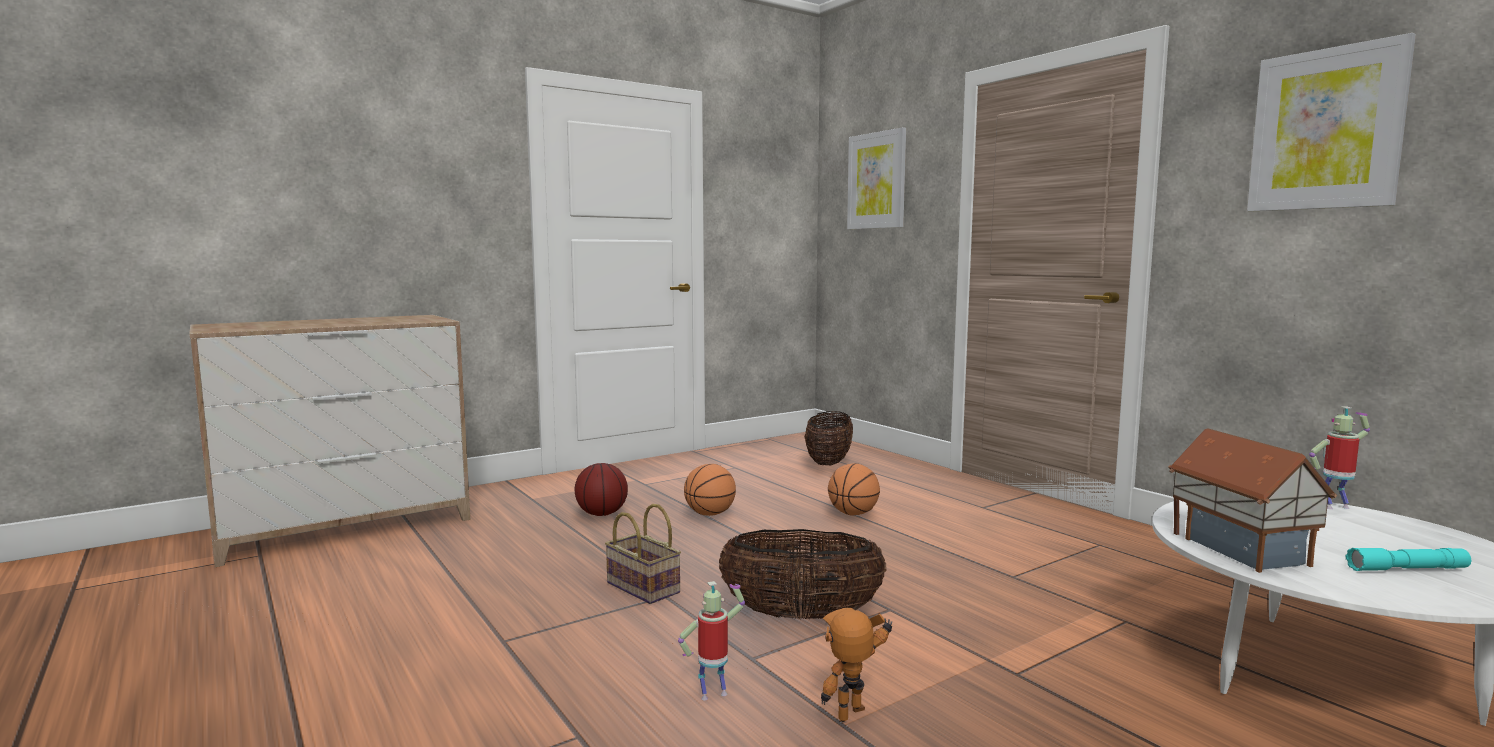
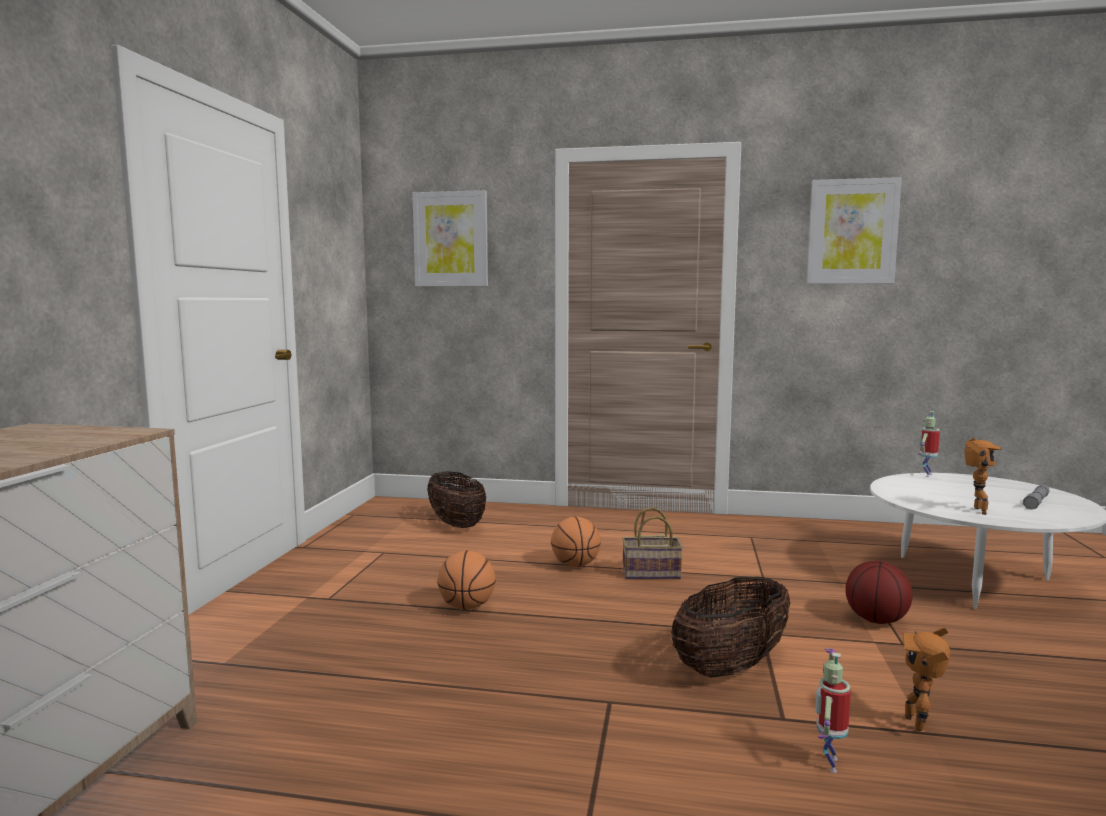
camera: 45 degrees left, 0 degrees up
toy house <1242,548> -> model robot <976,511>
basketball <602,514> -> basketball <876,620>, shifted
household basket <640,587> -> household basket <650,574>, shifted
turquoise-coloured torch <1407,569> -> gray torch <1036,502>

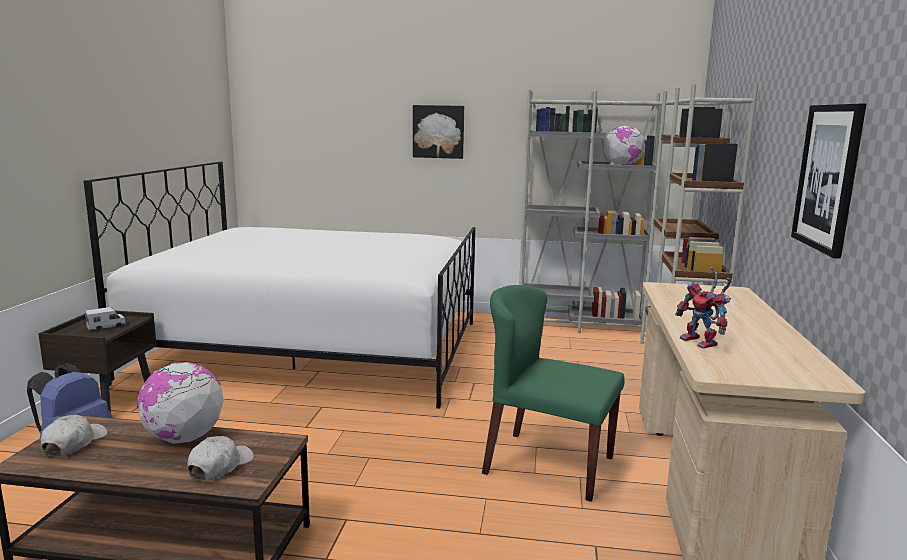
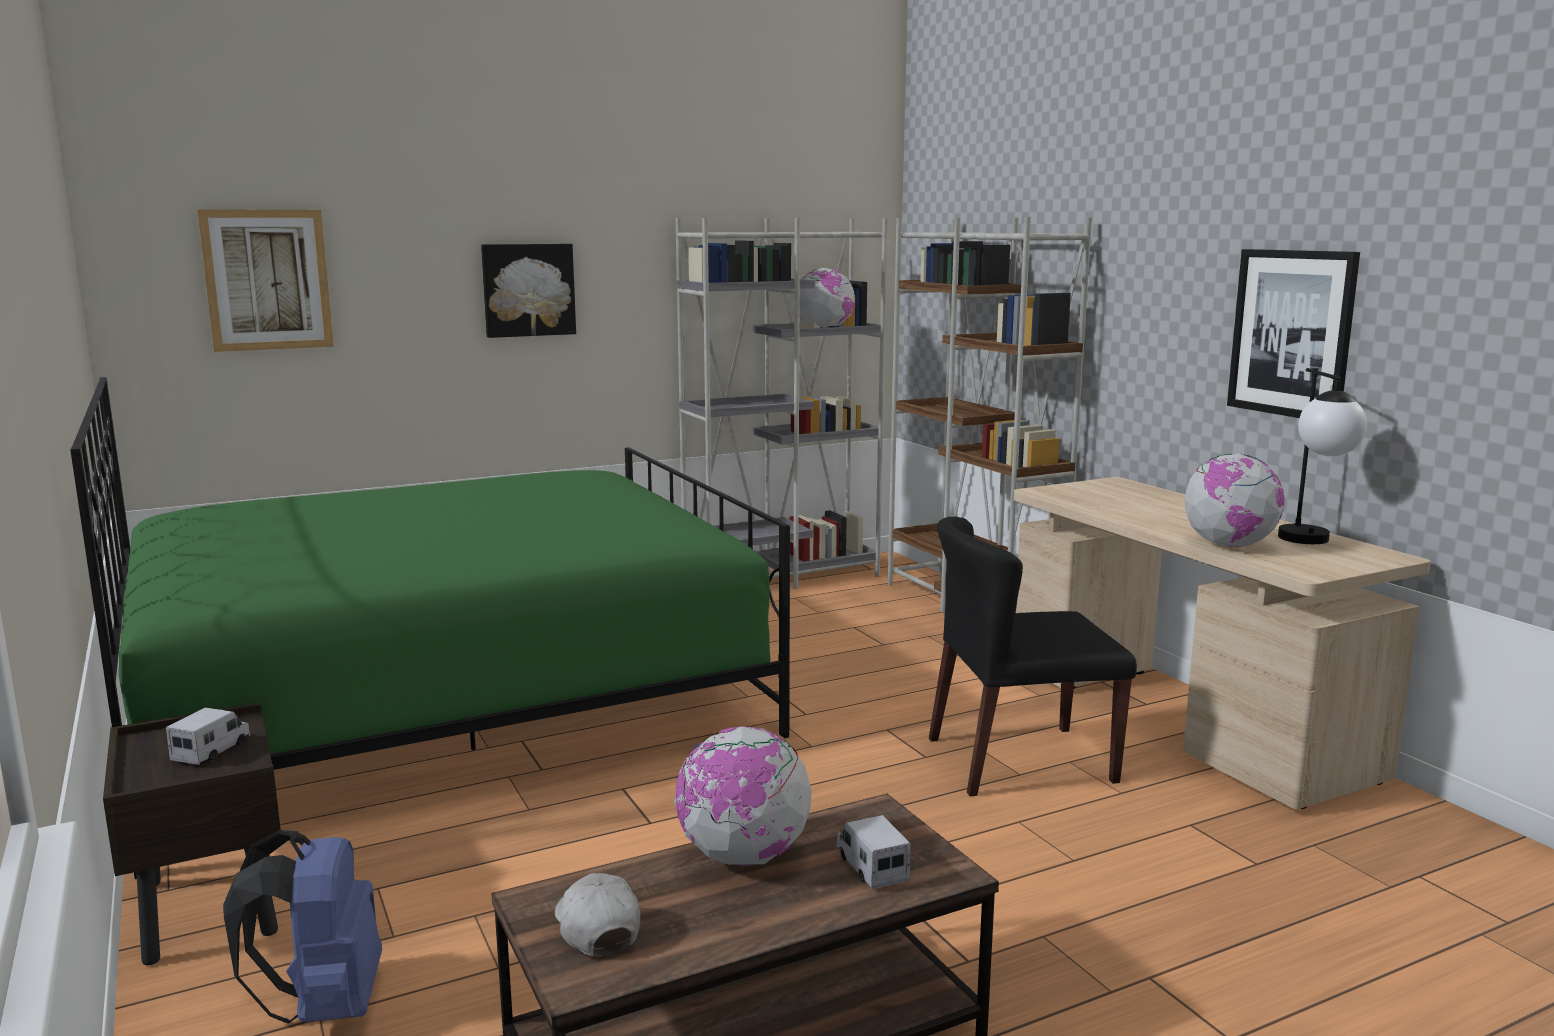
camera: 35 degrees left, 0 degrees up
whitish bedroom bed <313,348> -> green bedroom bed <446,709>
model robot <703,343> -> globe <1229,545>
green plain chair <547,464> -> blackish plain chair <1019,760>
whitish cap <220,466> -> model truck <871,867>
none -> picture <267,280>
none -> table lamp <1312,543>

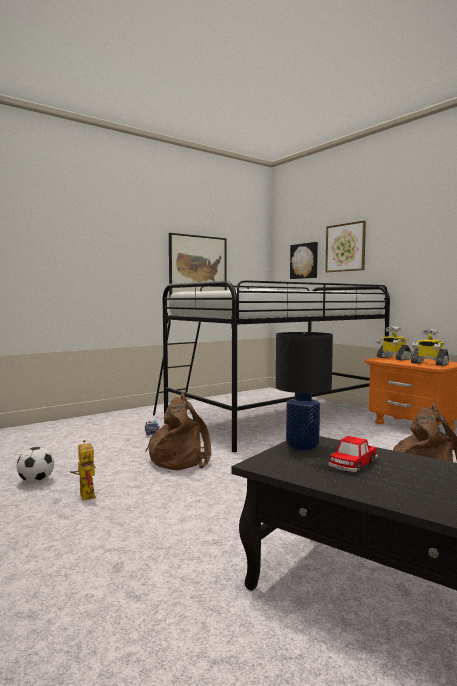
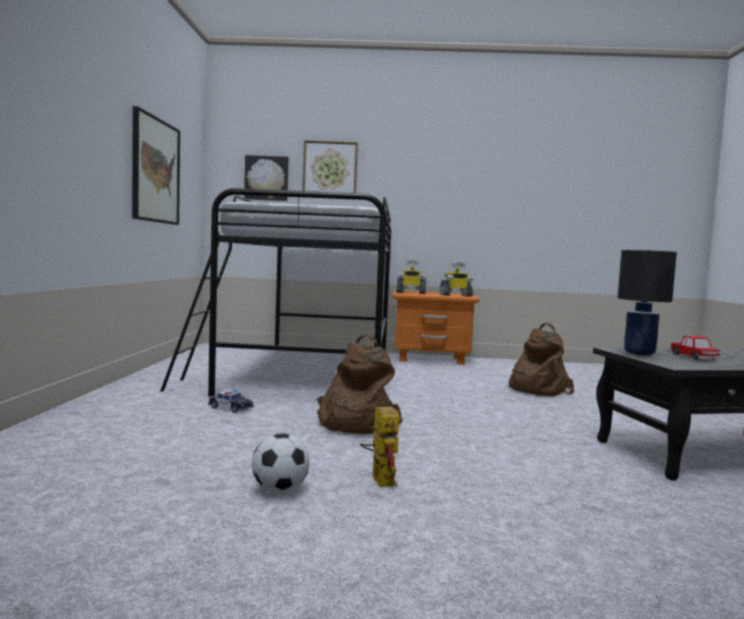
camera: 50 degrees left, 0 degrees up
model robot <84,494> -> model robot <379,479>, 60 degrees clockwise

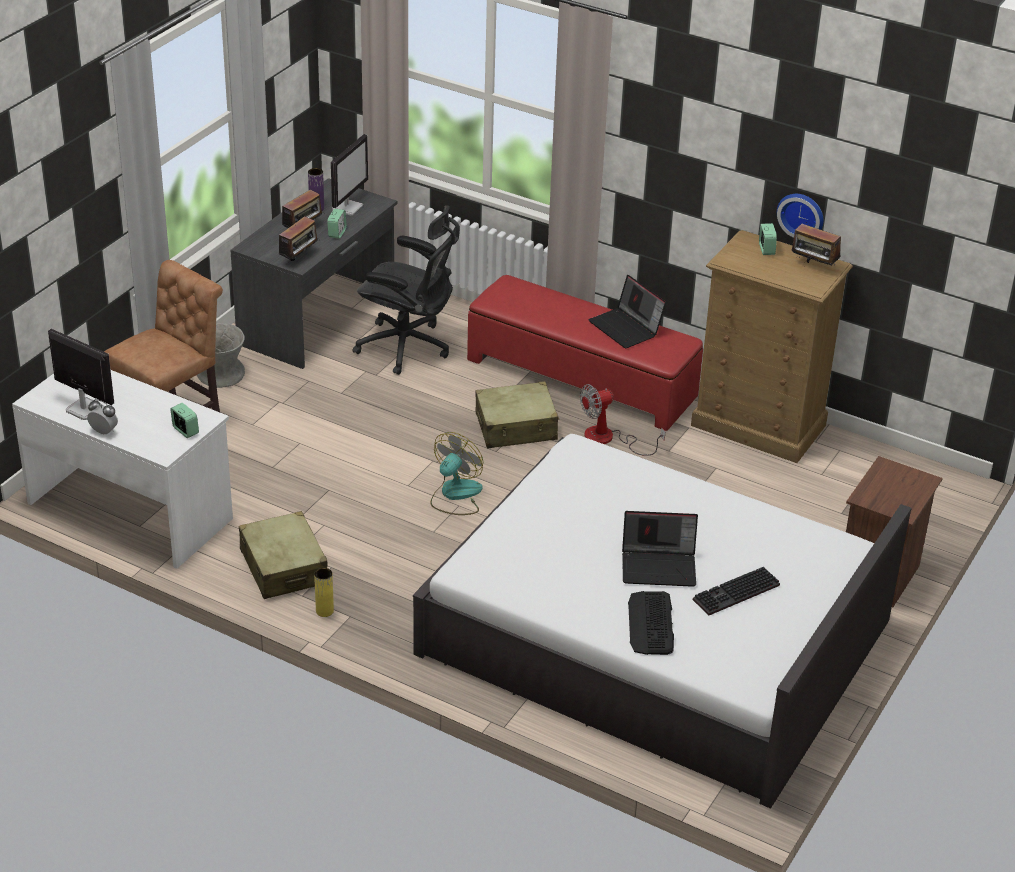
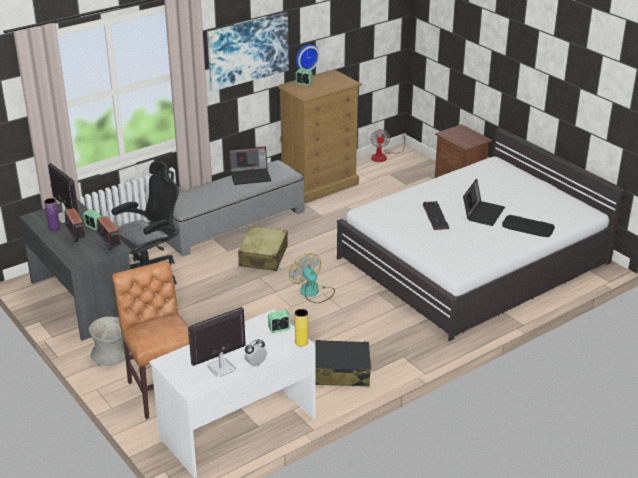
camera: 65 degrees left, 5 degrees down
radio <813,267> -> none
reddish indoor bench <582,377> -> gray indoor bench <234,223>
cooling fan <609,439> -> cooling fan <383,156>, shifted
sand-coloured travel case <283,567> -> blackish travel case <341,372>
keyboard <736,594> -> keyboard <436,217>, shifted
yellowish vase <324,611> -> yellowish vase <301,342>, shifted
none -> picture <248,50>

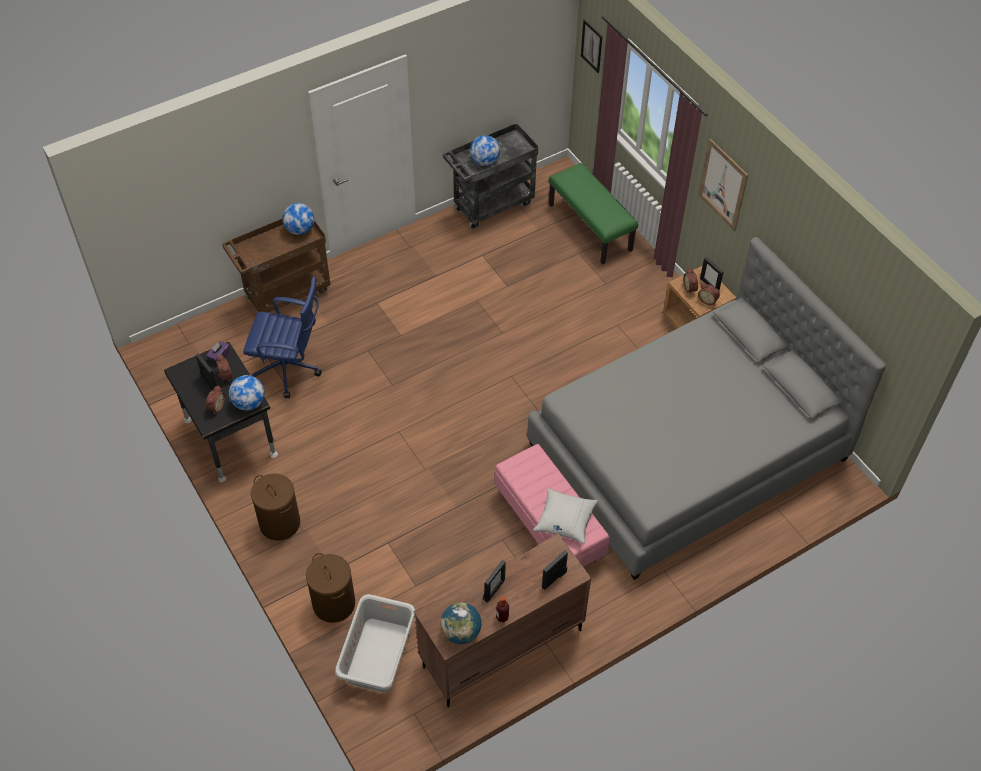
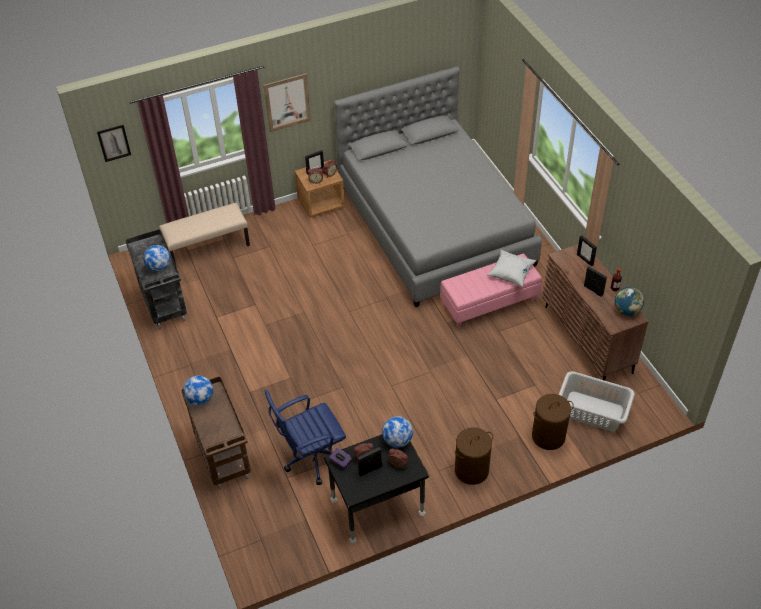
camera: 80 degrees left, 5 degrees down
green indoor bench <590,228> -> sand-coloured indoor bench <208,247>
bluish office chair <289,370> -> bluish office chair <311,459>, 135 degrees counterclockwise

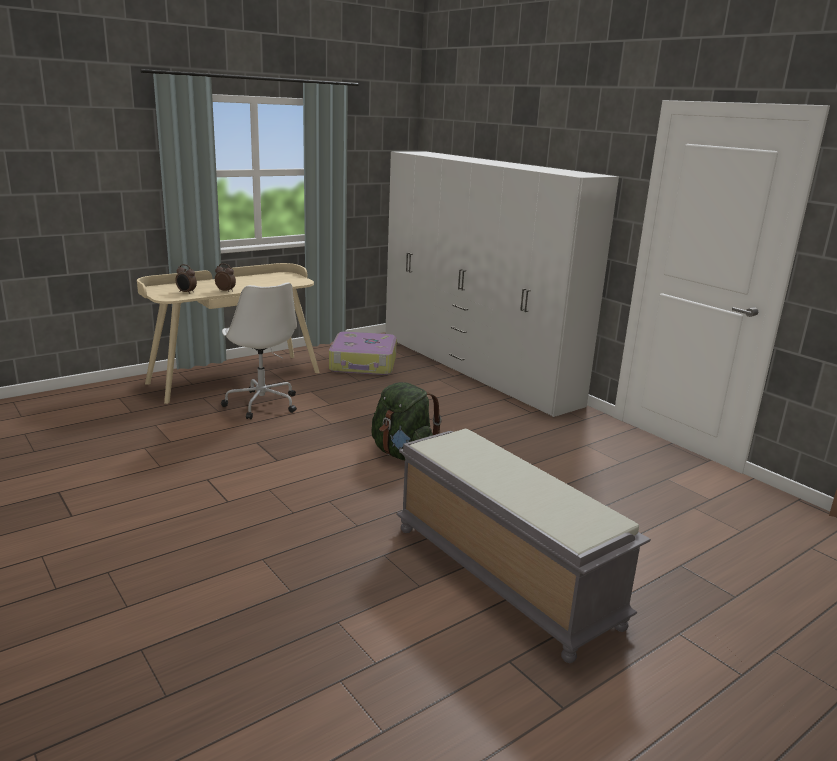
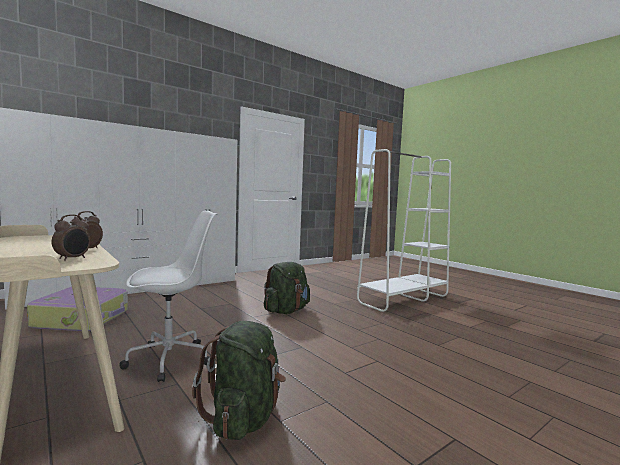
camera: 90 degrees left, 15 degrees down
gray indoor bench <501,574> -> whitish garment stand <403,300>
none -> green knapsack <244,418>

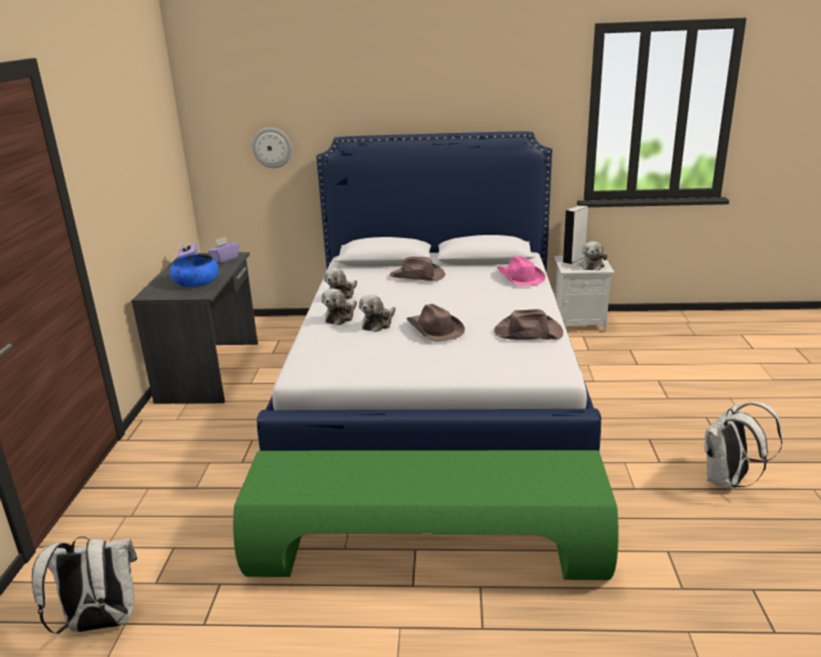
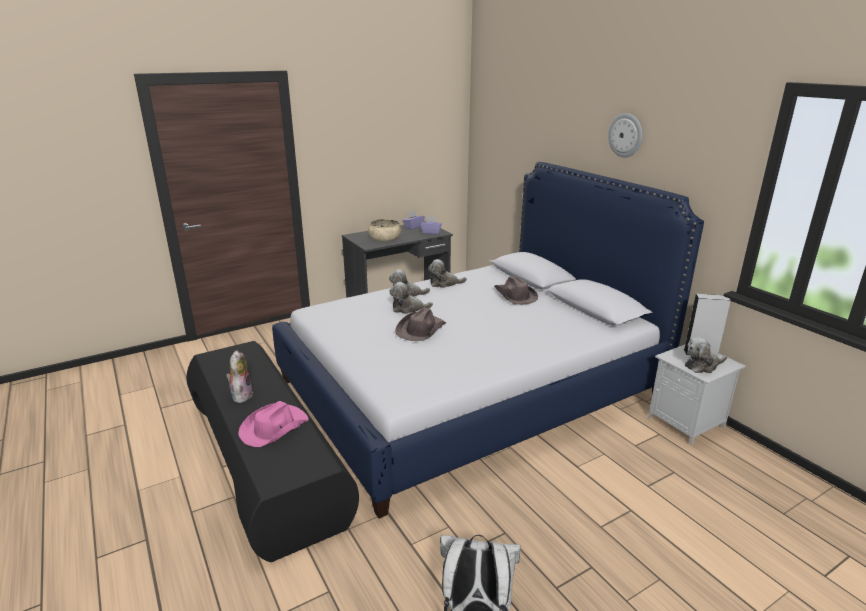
camera: 55 degrees right, 0 degrees up
wall clock <272,147> -> wall clock <626,135>, shifted
bluish deep dish <196,282> -> sand-coloured deep dish <385,238>
pink hat <520,277> -> pink hat <273,428>, shifted
brownish hat <527,332> -> none
green indoor bench <426,546> -> blackish indoor bench <265,457>
whitish knapsack <100,624> -> none
none -> cuddly toy <241,395>

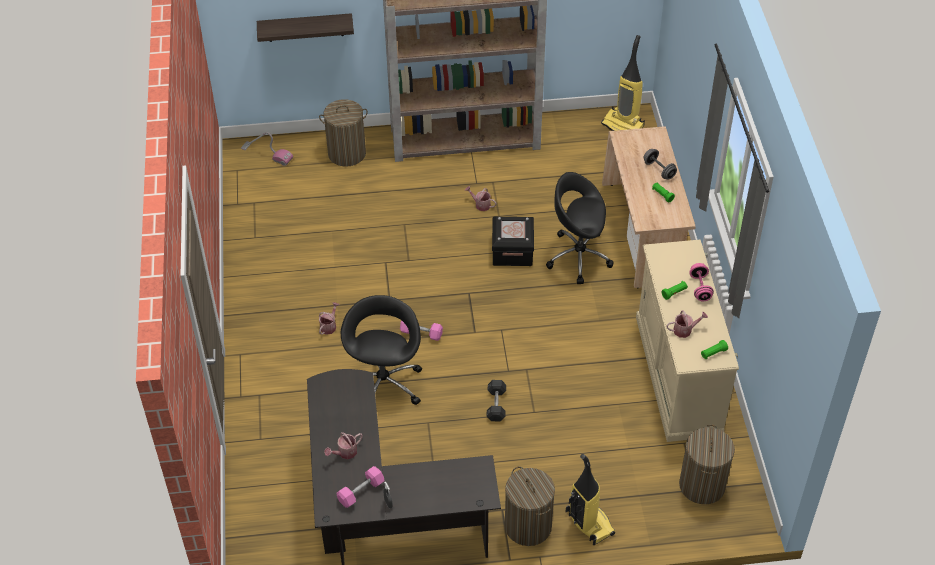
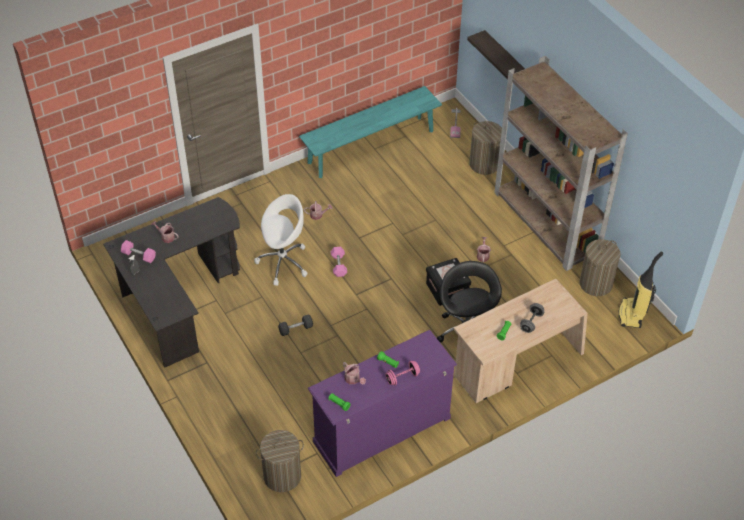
camera: 65 degrees right, 0 degrees up
sand-coloured cabinet <678,375> -> purple-coloured cabinet <381,430>
blackish office chair <385,383> -> whitish office chair <284,262>
vacuum <588,523> -> none
hamper <528,526> -> hamper <595,284>, shifted
none -> turquoise-coloured indoor bench <371,146>

